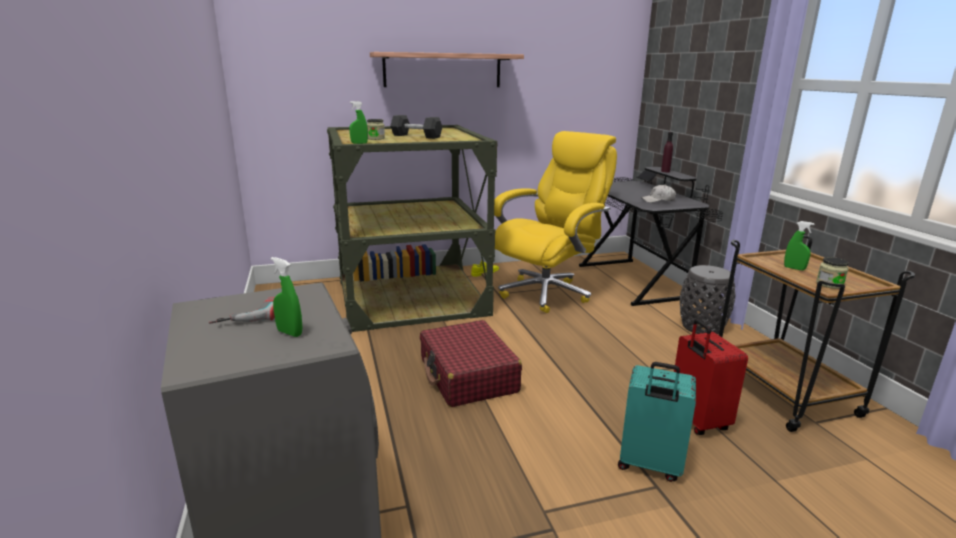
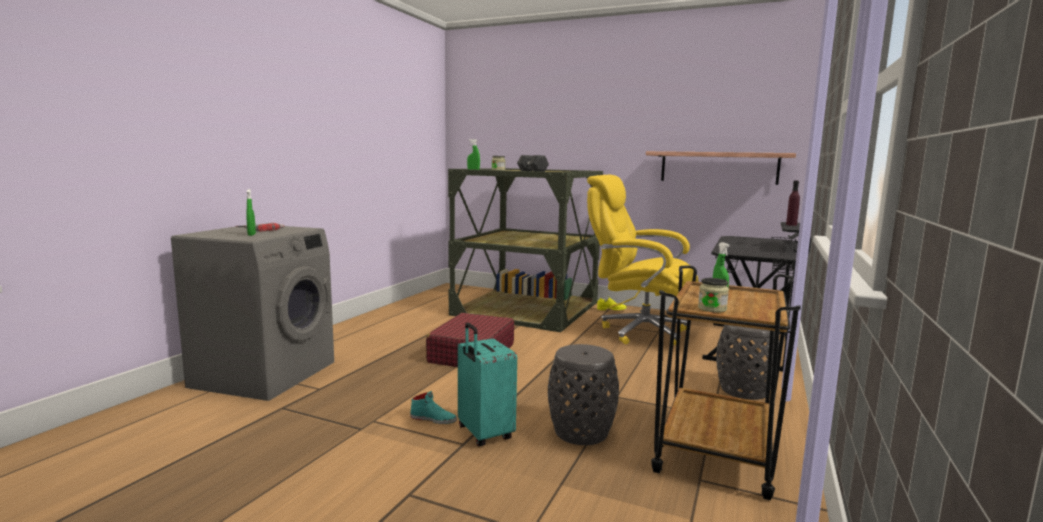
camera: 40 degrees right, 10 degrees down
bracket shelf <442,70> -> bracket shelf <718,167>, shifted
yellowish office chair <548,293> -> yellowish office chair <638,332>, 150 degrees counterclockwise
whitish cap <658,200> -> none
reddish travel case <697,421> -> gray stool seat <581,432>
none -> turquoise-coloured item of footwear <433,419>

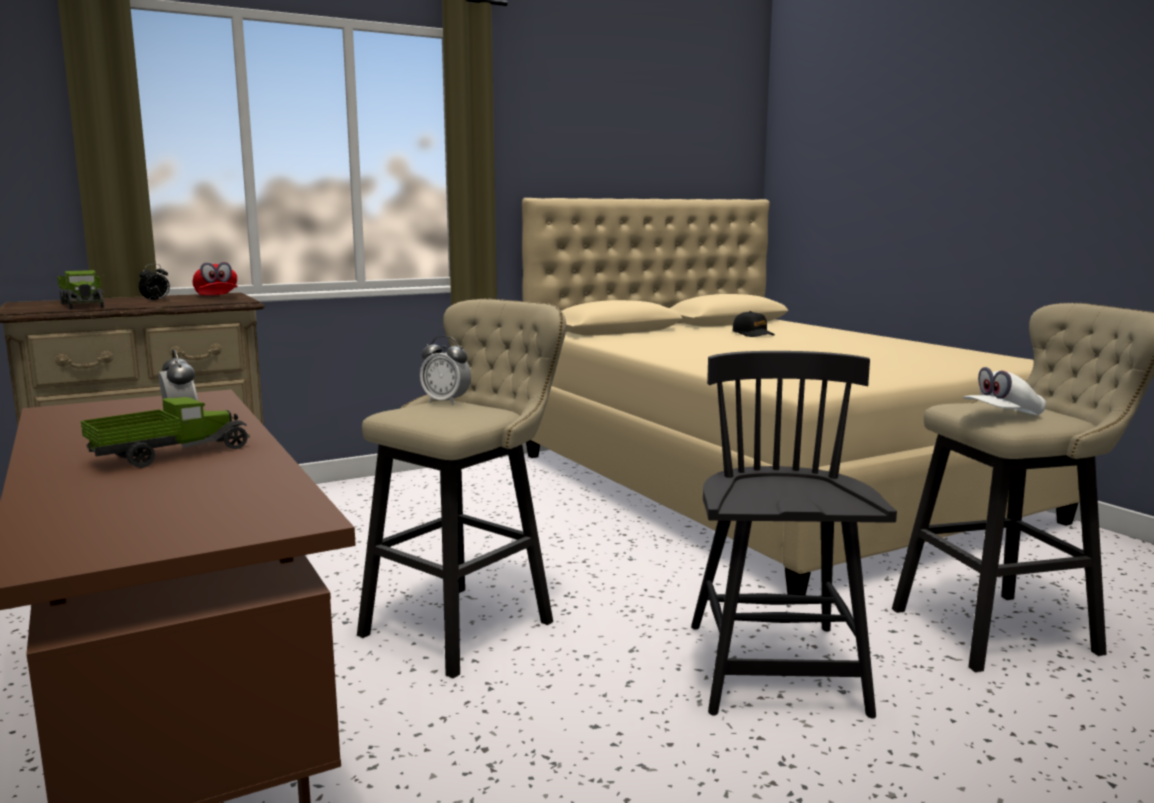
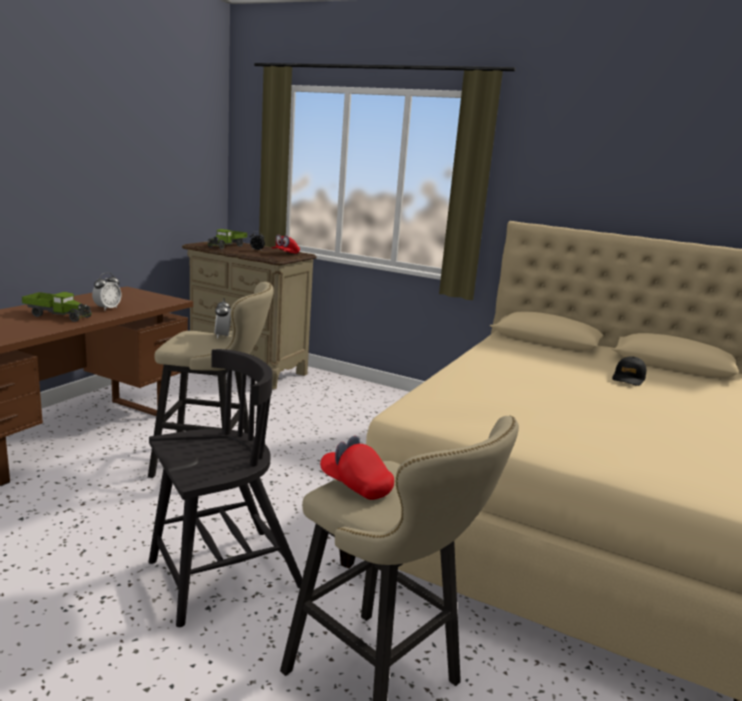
camera: 55 degrees right, 5 degrees up
whitish cap <1002,416> -> reddish cap <356,485>

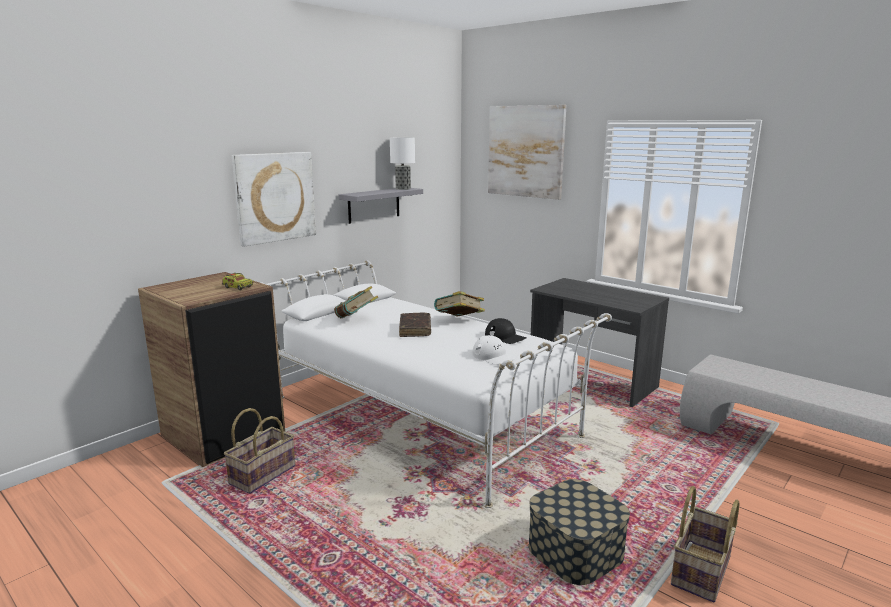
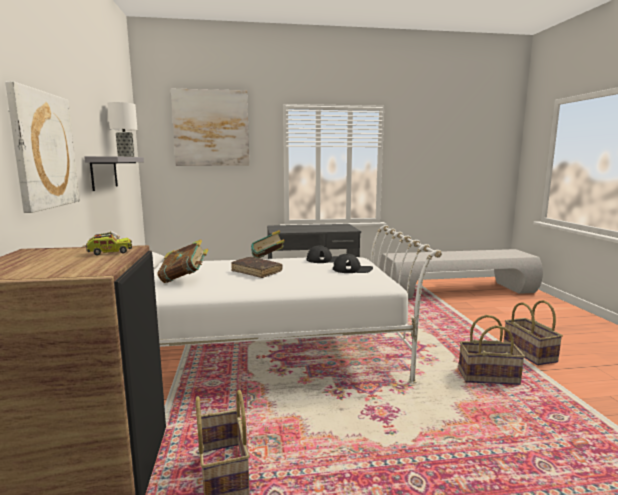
camera: 50 degrees left, 5 degrees down
whitish cap <493,356> -> blackish cap <352,269>
storage container <575,552> -> household basket <488,376>

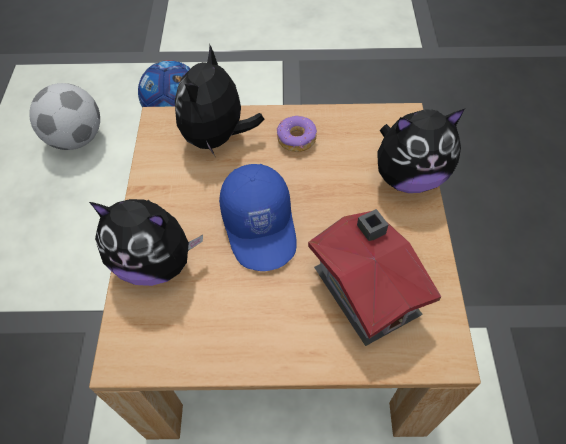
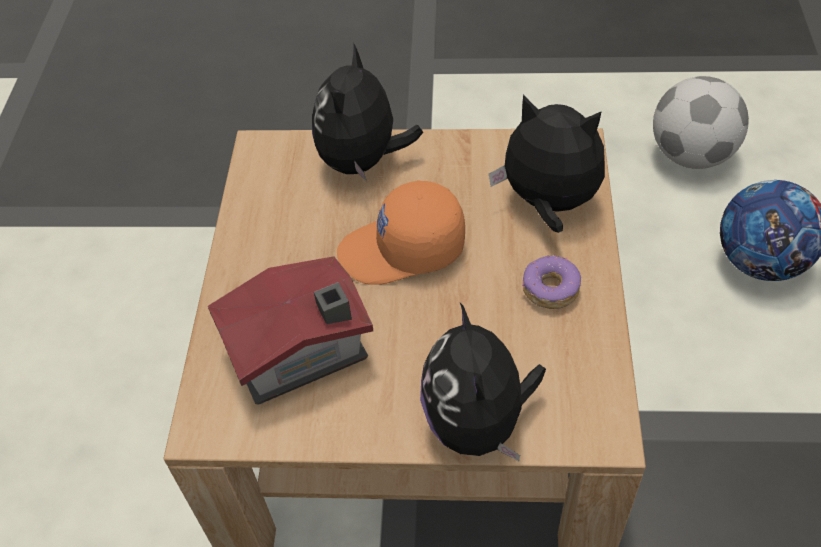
camera: 95 degrees right, 5 degrees down
bluish cap <261,227> -> orange-coloured cap <402,250>

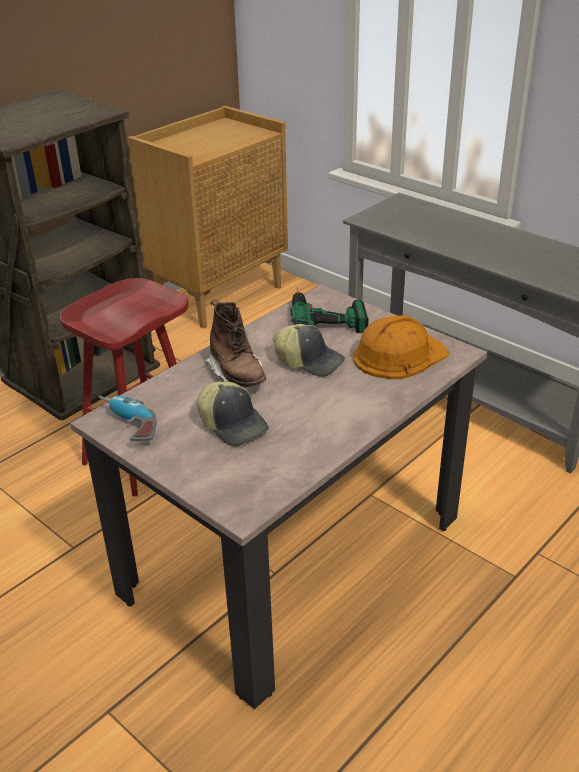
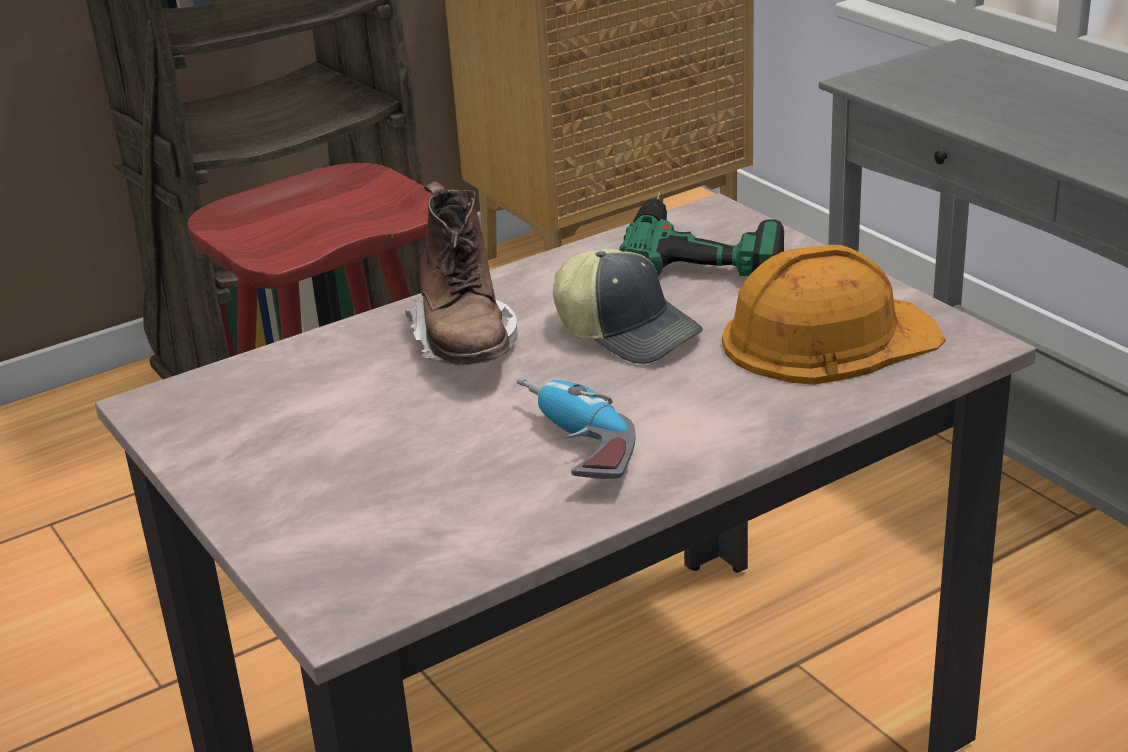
camera: 15 degrees right, 5 degrees down
cap <233,424> -> none
drill <127,425> -> drill <571,447>, shifted

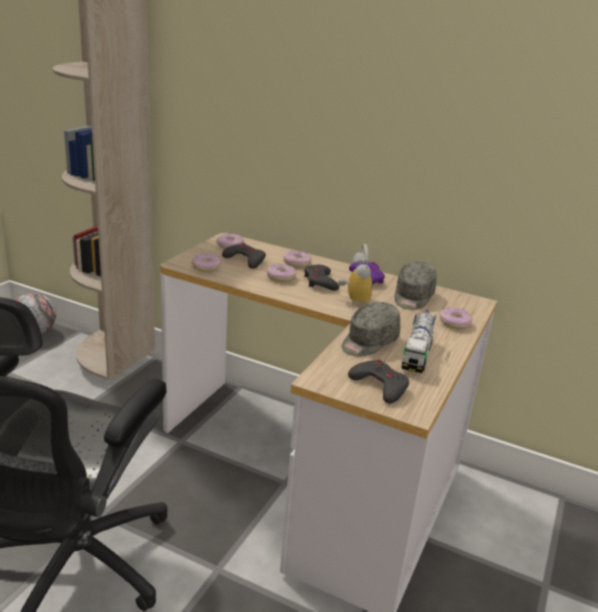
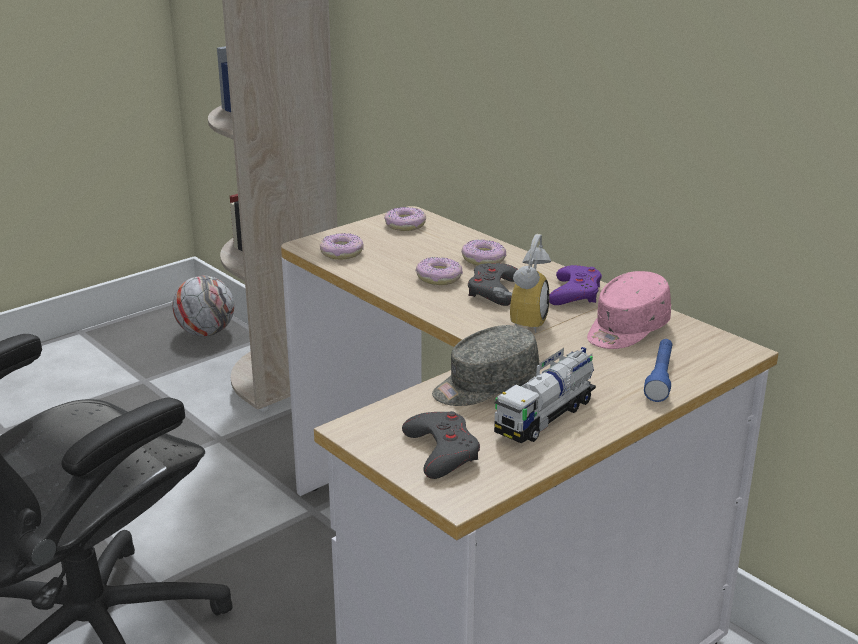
camera: 25 degrees right, 0 degrees up
gray joypad <245,260> -> none
gray cap <412,297> -> pink cap <626,330>
donut <454,323> -> bluish torch <660,377>

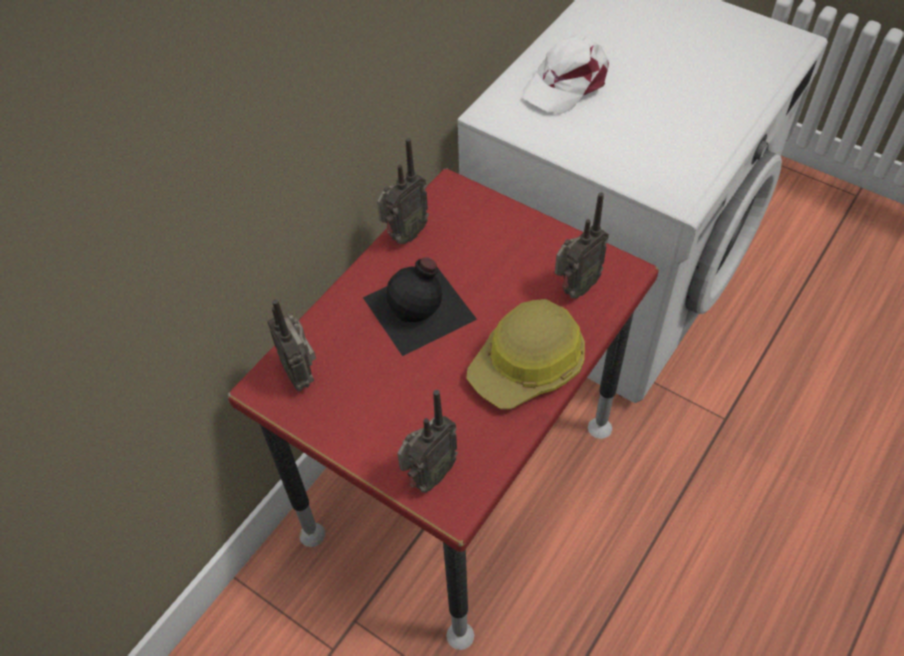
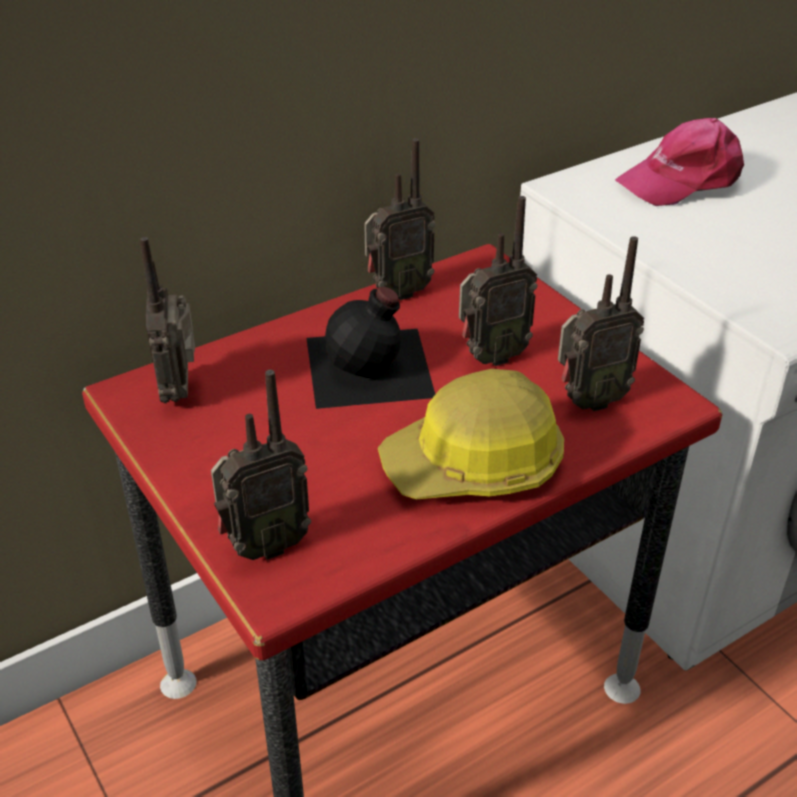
camera: 20 degrees right, 15 degrees down
whitish cap <566,83> -> pink cap <682,180>
none -> radio <490,357>

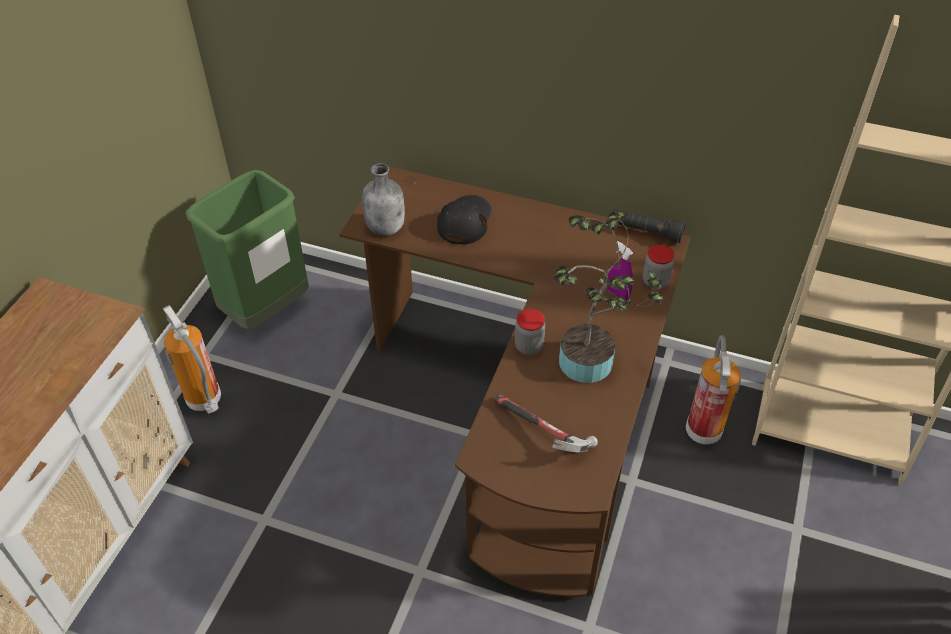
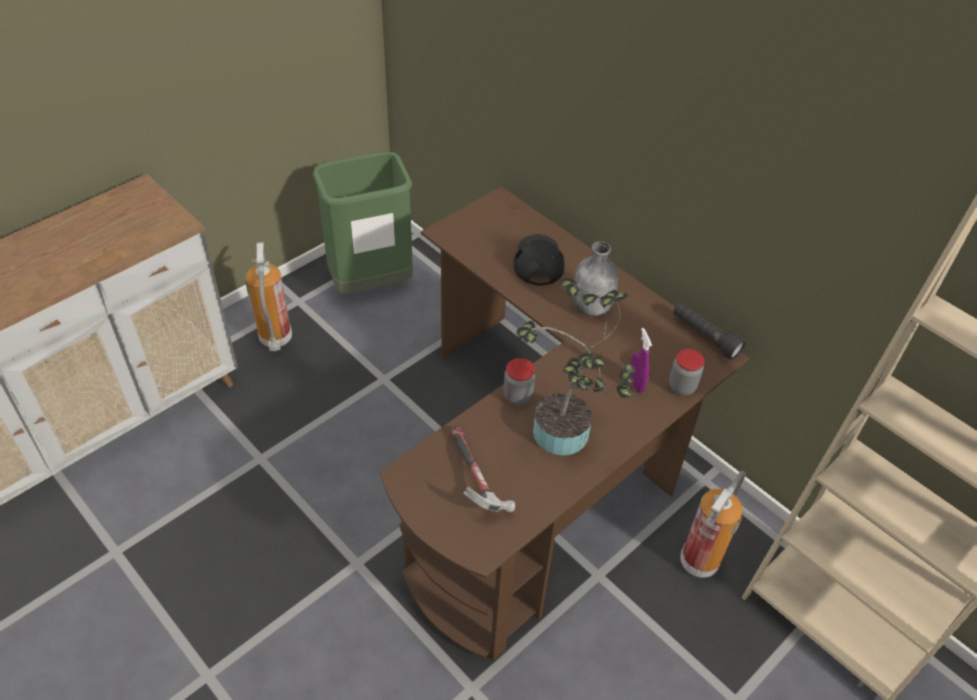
camera: 25 degrees right, 0 degrees up
gray beverage bottle <386,227> -> gray beverage bottle <592,307>, shifted
blackish cap <465,221> -> blackish cap <538,261>, 45 degrees counterclockwise

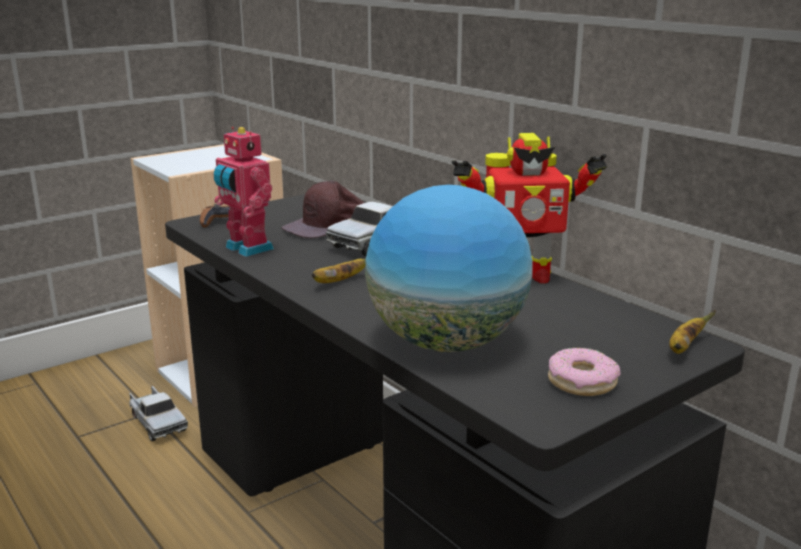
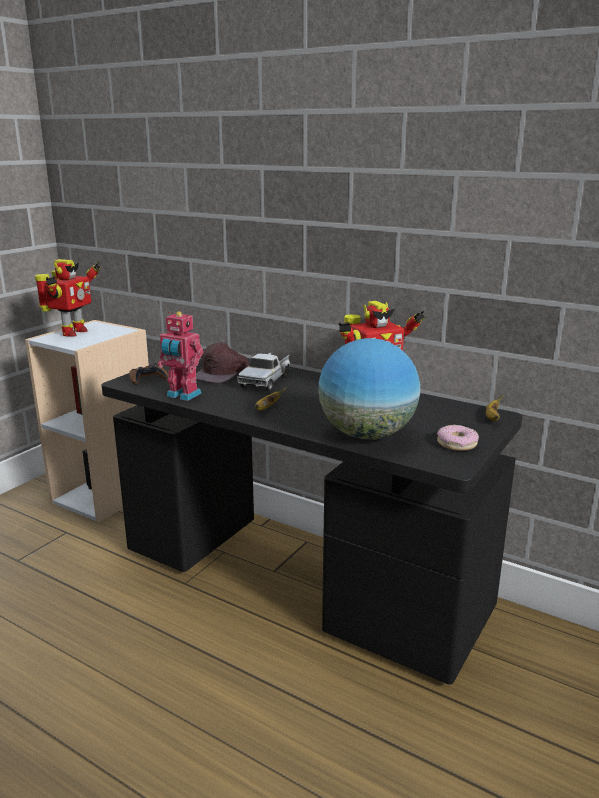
camera: 20 degrees left, 0 degrees up
model truck <157,422> -> none
none -> model robot <72,333>

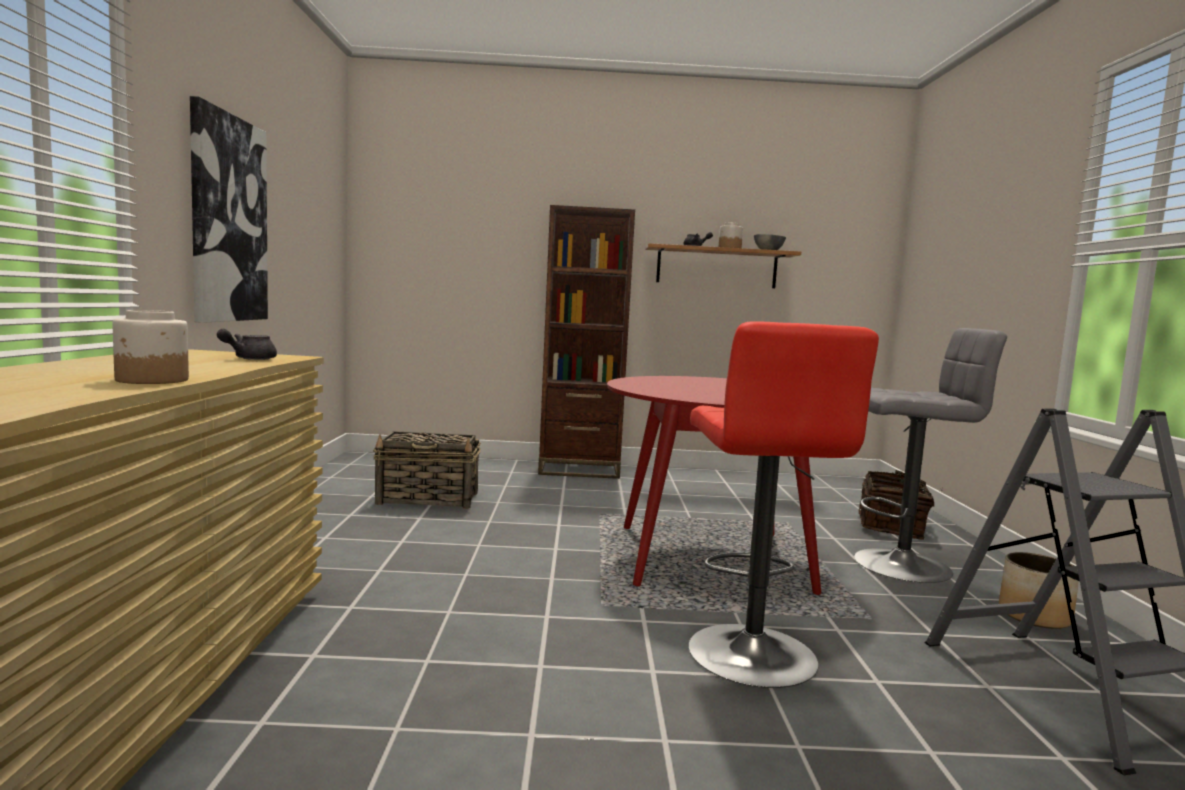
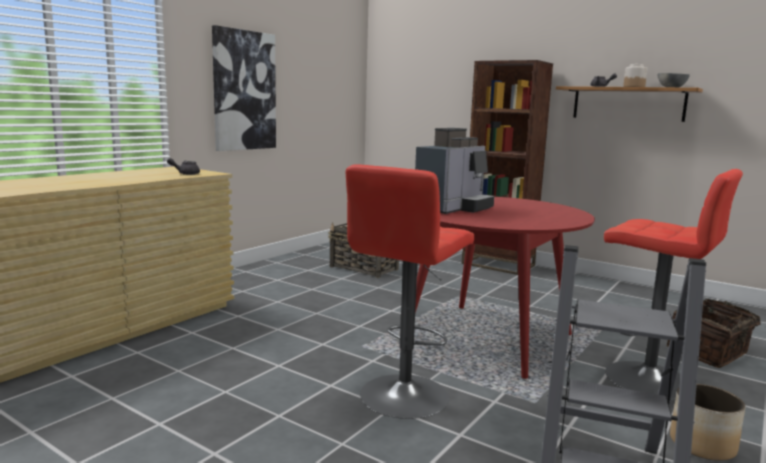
camera: 35 degrees right, 5 degrees up
preserve jar <152,380> -> none
gray stool seat <903,566> -> reddish stool seat <649,380>
none -> coffee maker <453,208>

